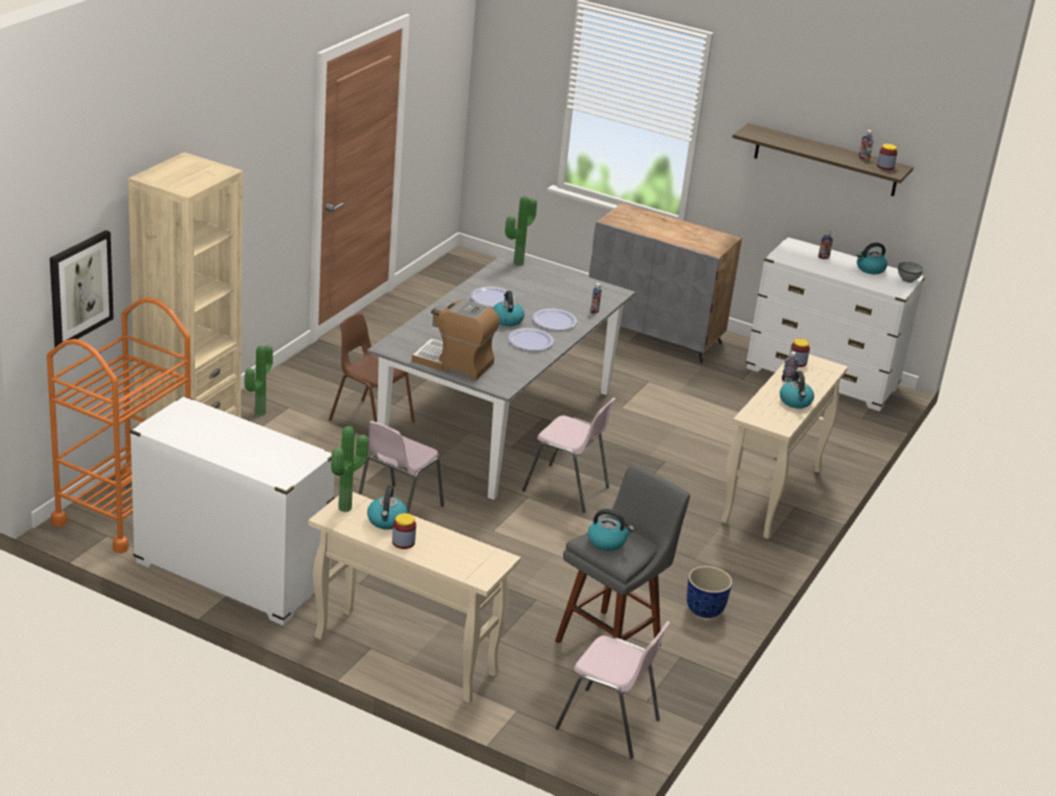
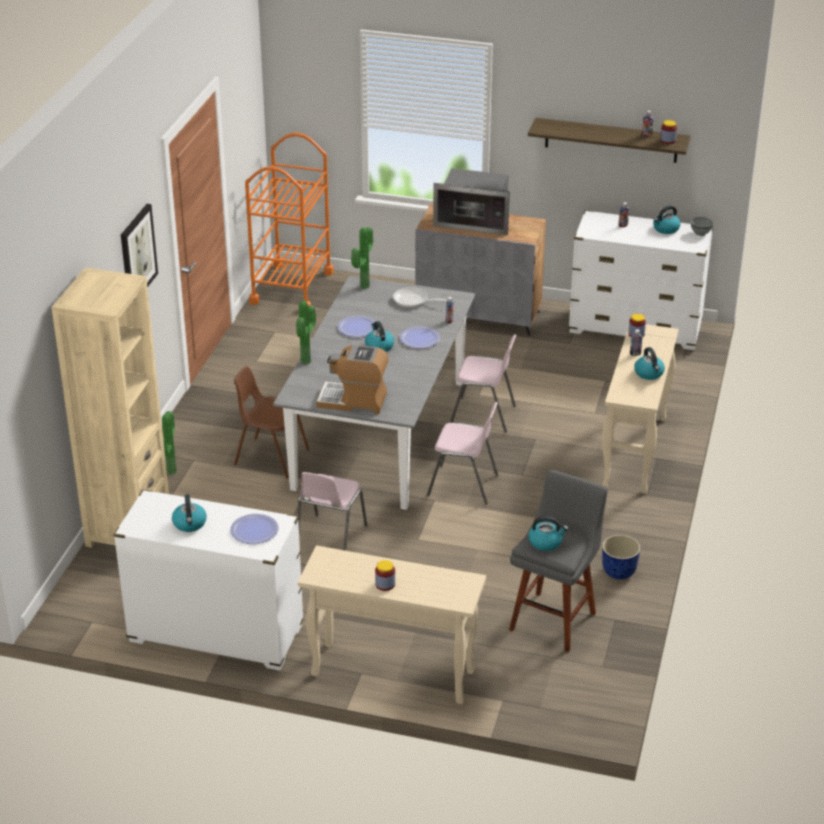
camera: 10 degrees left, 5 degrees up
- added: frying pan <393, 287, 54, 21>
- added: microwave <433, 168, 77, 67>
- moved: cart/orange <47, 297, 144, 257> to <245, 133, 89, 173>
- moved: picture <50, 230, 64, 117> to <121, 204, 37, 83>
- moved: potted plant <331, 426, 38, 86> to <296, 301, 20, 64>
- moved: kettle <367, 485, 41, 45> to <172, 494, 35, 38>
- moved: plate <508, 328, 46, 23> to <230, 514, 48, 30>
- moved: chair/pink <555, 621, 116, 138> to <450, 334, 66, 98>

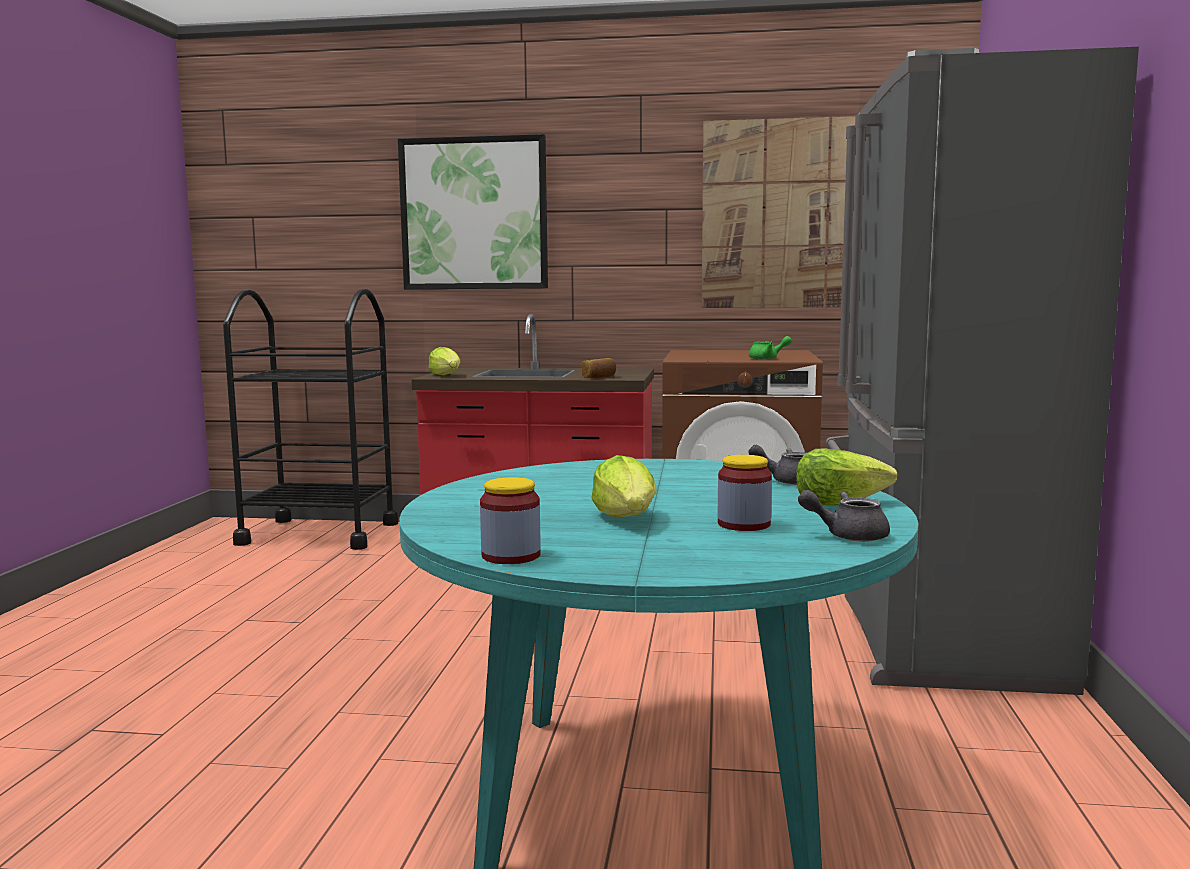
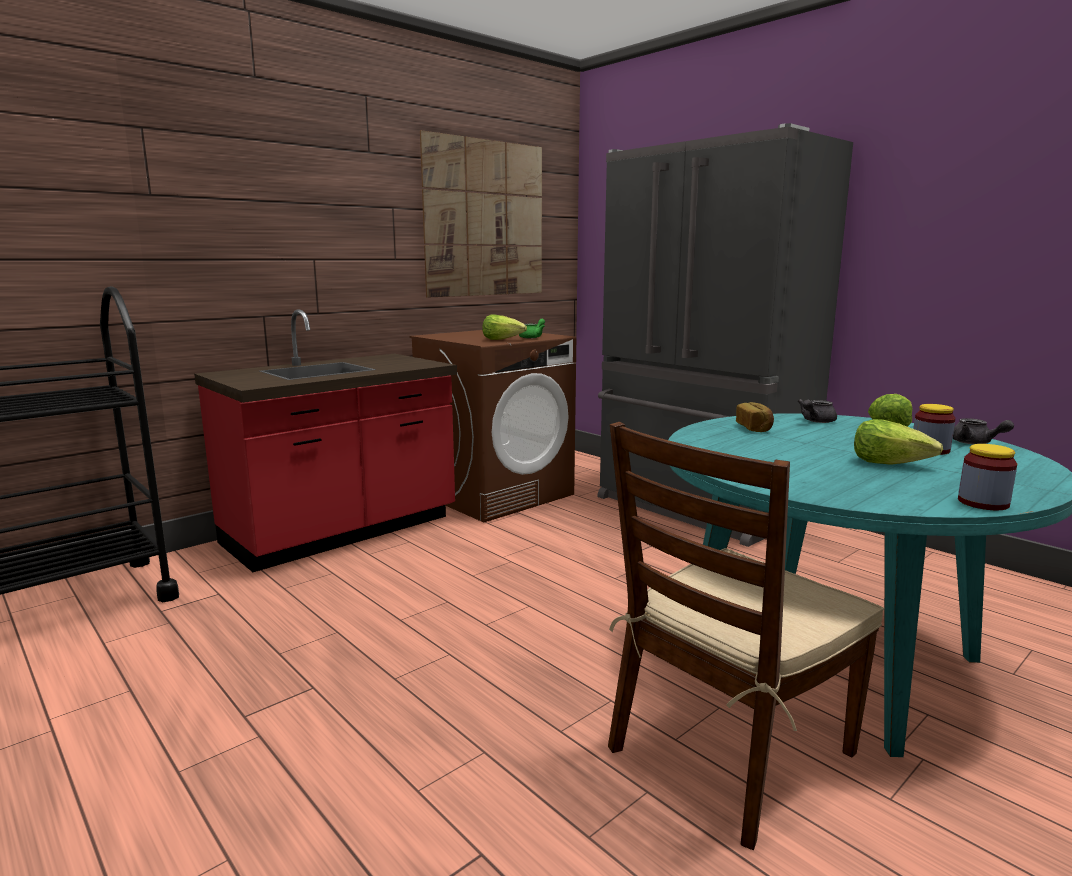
camera: 50 degrees left, 5 degrees up
- removed: picture <398, 134, 150, 155>
- added: chair/brown <608, 422, 276, 428>
- moved: lettuce <428, 347, 33, 28> to <482, 314, 45, 26>
- moved: bread <582, 358, 34, 21> to <736, 402, 38, 30>
- turned: teapot/grey <798, 490, 92, 52> = <953, 418, 61, 26> 75 degrees counterclockwise

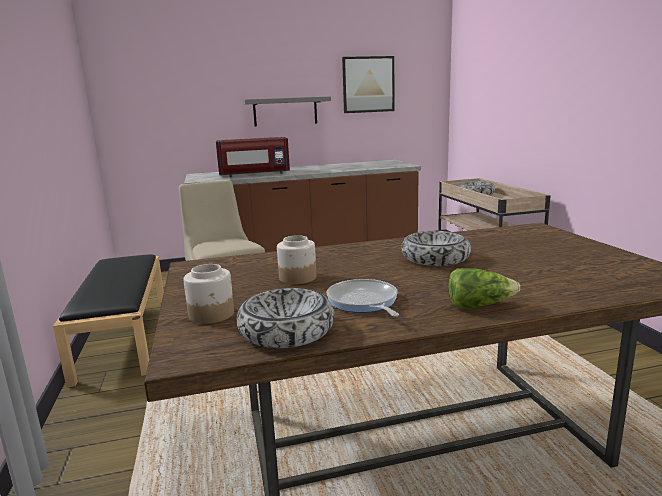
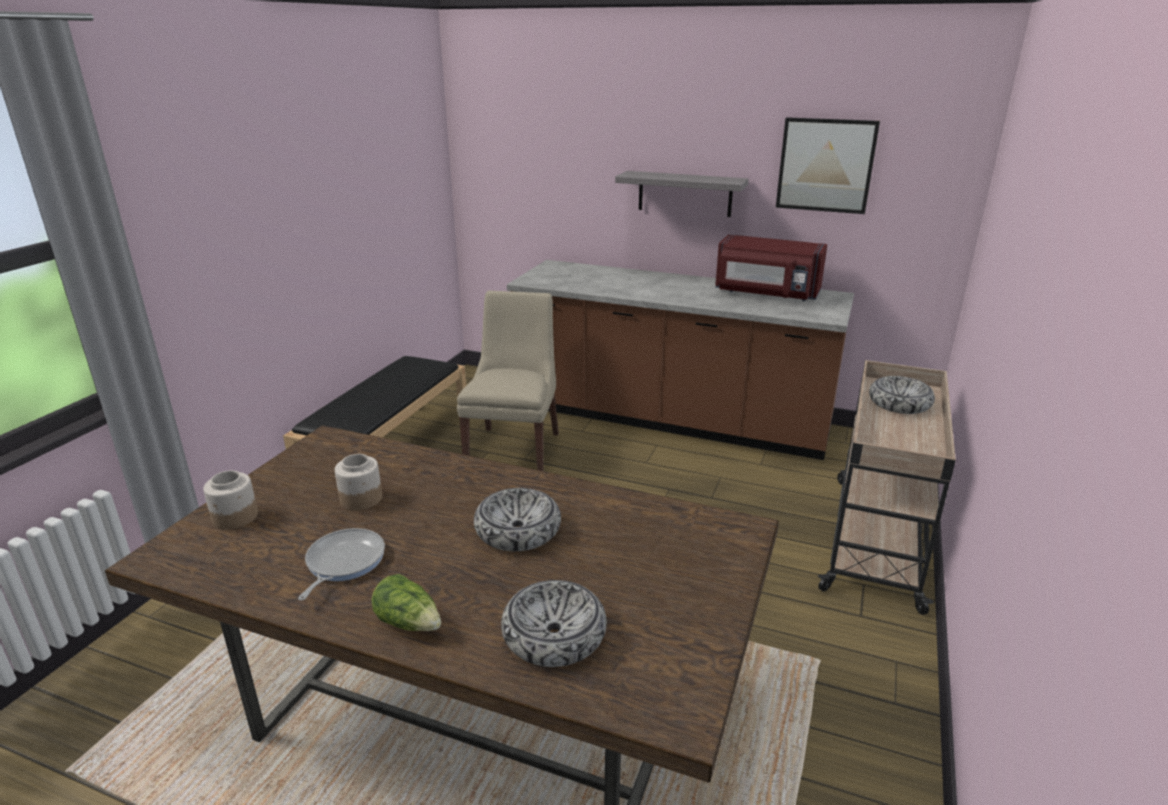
camera: 35 degrees right, 10 degrees up
- moved: microwave/red <216, 137, 74, 40> to <715, 234, 112, 67>
- moved: bowl <236, 288, 98, 60> to <501, 580, 106, 87>

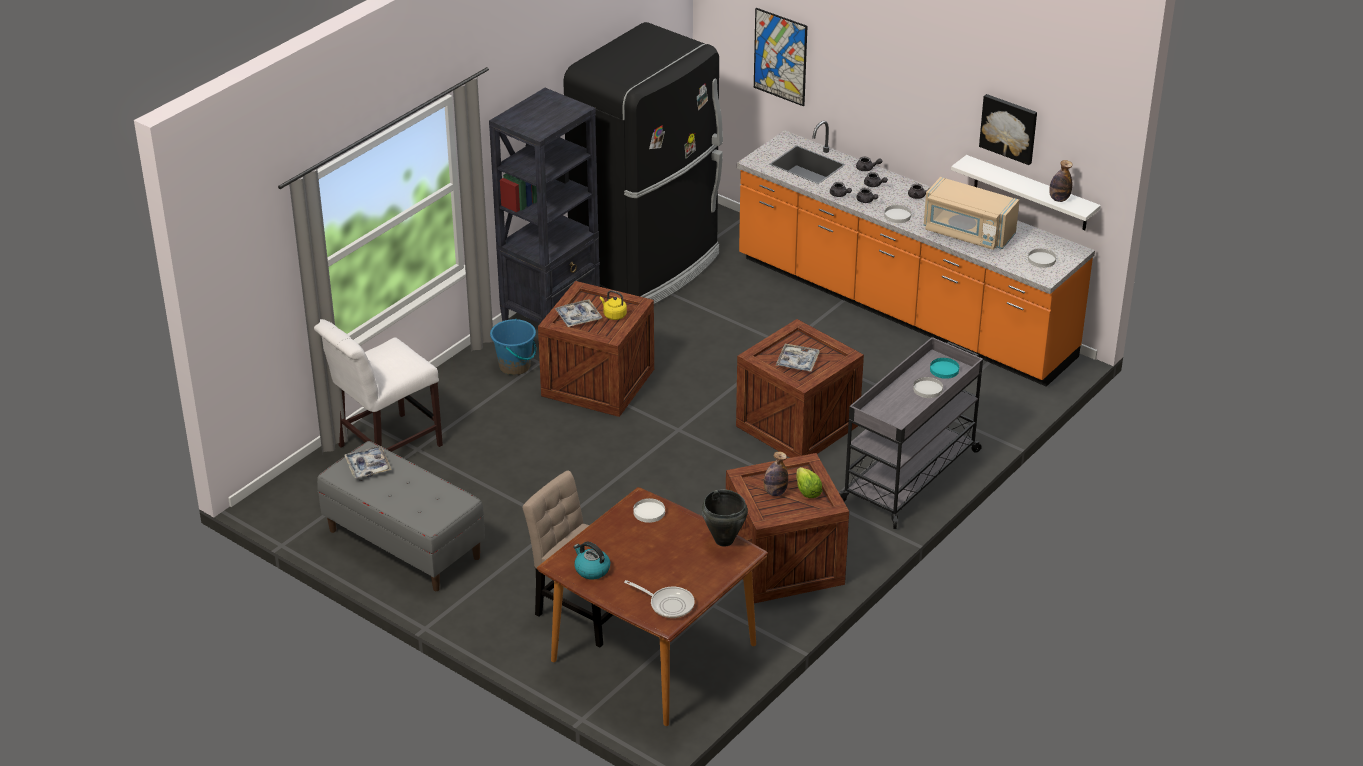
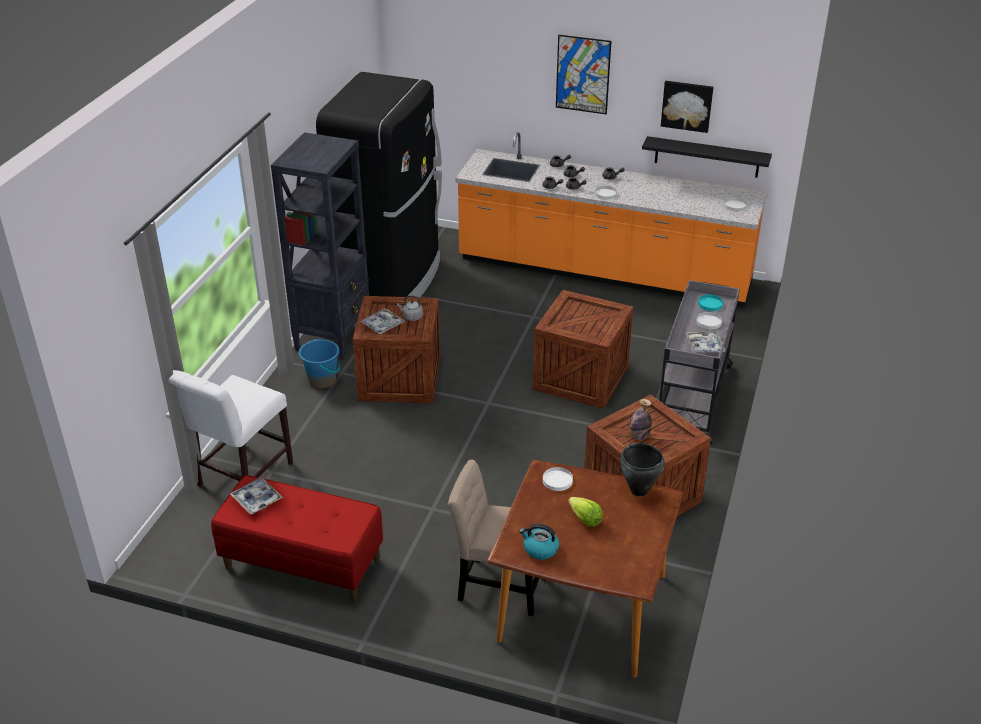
camera: 20 degrees left, 0 degrees up
- removed: frying pan <624, 580, 71, 38>
- removed: microwave/beige <924, 177, 95, 73>
- removed: bottle <1049, 160, 24, 42>
- moved: picture <754, 8, 53, 98> to <556, 35, 55, 80>
- moved: tray <775, 344, 45, 28> to <686, 331, 40, 22>
- moved: lettuce <796, 467, 26, 31> to <568, 497, 35, 30>
- recoloured: bench/grey <317, 441, 168, 150> to bench/red <211, 475, 172, 127>
- recoloured: kettle/yellow <600, 290, 27, 30> to kettle/grey <397, 295, 26, 26>
- recoloured: shelf/white <951, 155, 150, 76> to shelf/black <642, 136, 130, 42>

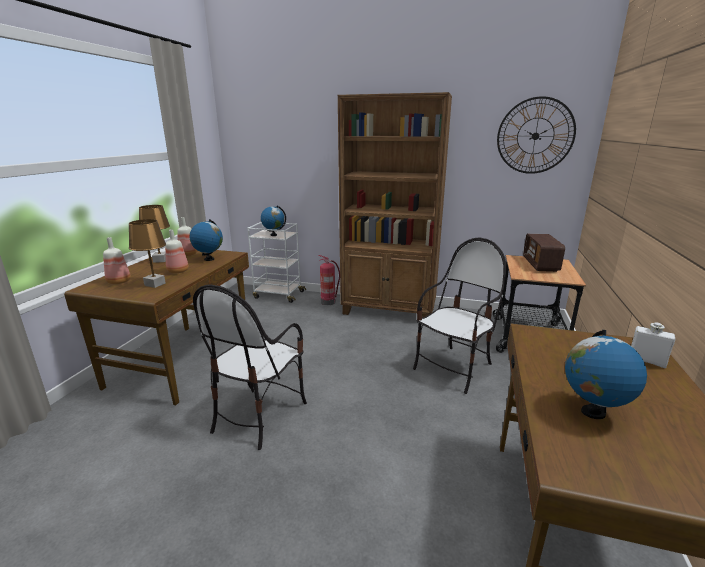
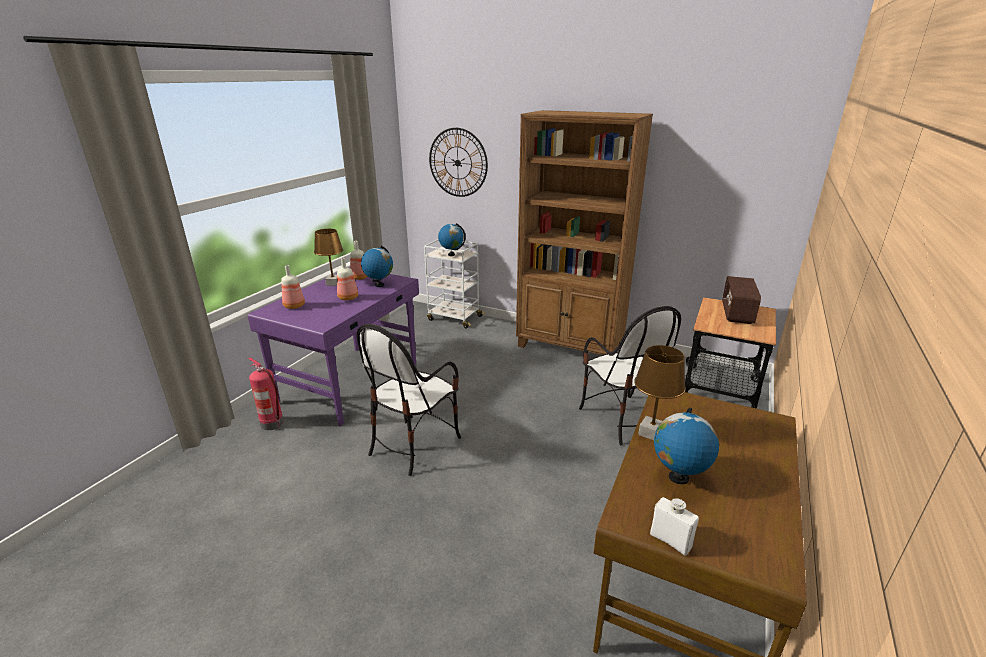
camera: 10 degrees right, 5 degrees up
- moved: table lamp/brown <129, 219, 37, 69> to <634, 345, 52, 95>
- moved: fire extinguisher <318, 255, 22, 50> to <248, 358, 36, 72>
- moved: wall clock <497, 96, 79, 78> to <429, 128, 59, 69>
- moved: bottle/white <631, 322, 44, 46> to <650, 497, 49, 59>
- recoloured: desk/brown <64, 250, 185, 155> to desk/purple <248, 267, 171, 159>
- turned: chair <413, 238, 93, 156> = <579, 306, 102, 140> 105 degrees clockwise

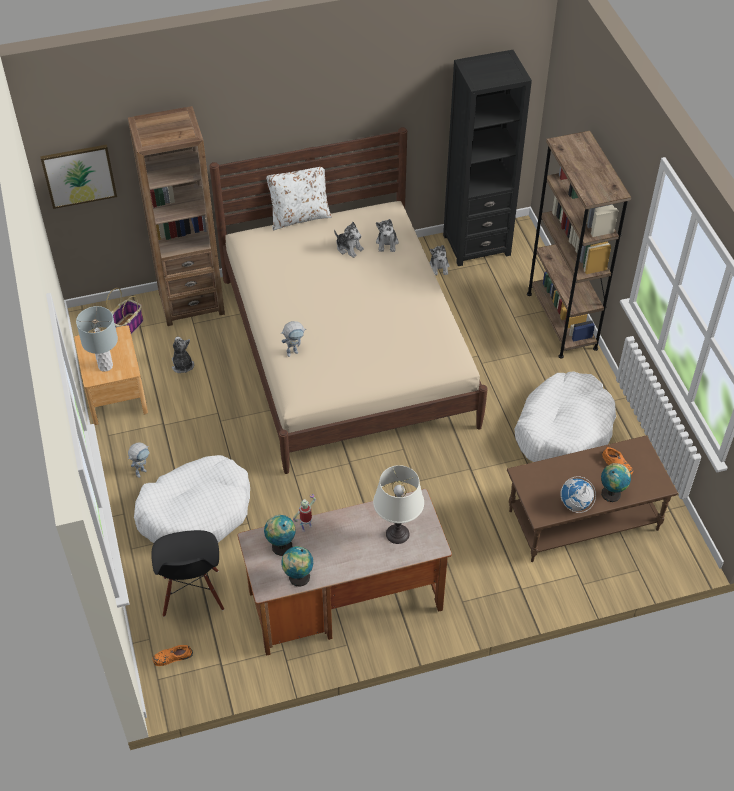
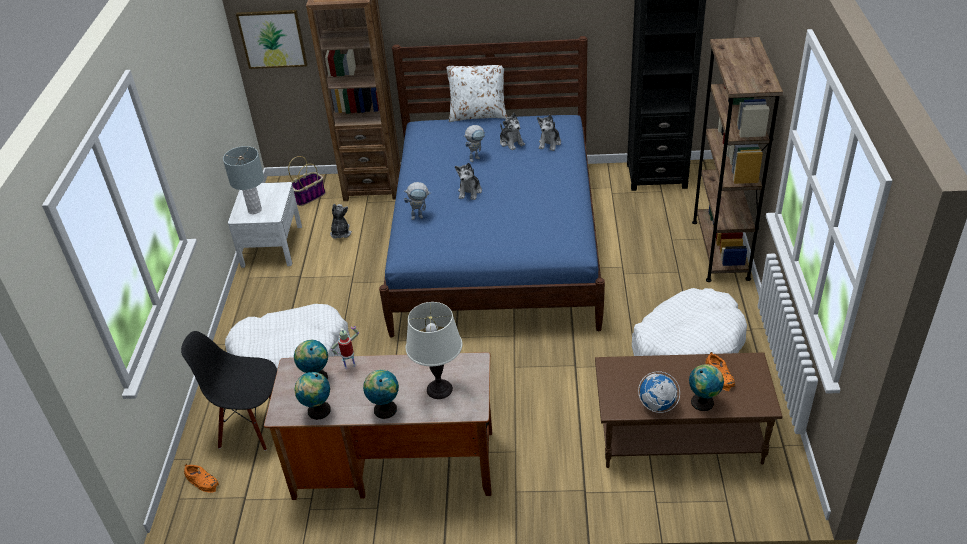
camera: 20 degrees right, 10 degrees down
- added: globe <363, 370, 36, 49>
- moved: toy robot <128, 443, 21, 35> to <464, 125, 21, 37>
- moved: plush toy <429, 245, 21, 31> to <455, 163, 27, 37>
- recoloured: nightstand/brown <74, 325, 74, 100> to nightstand/white <228, 182, 74, 86>
- recoloured: bed/beige <210, 127, 278, 347> to bed/blue <379, 36, 226, 302>
- turned: chair/black <151, 530, 73, 87> = <181, 331, 96, 120> 90 degrees clockwise
- turned: shoe/orange <152, 645, 41, 21> = <184, 464, 35, 29> 150 degrees counterclockwise

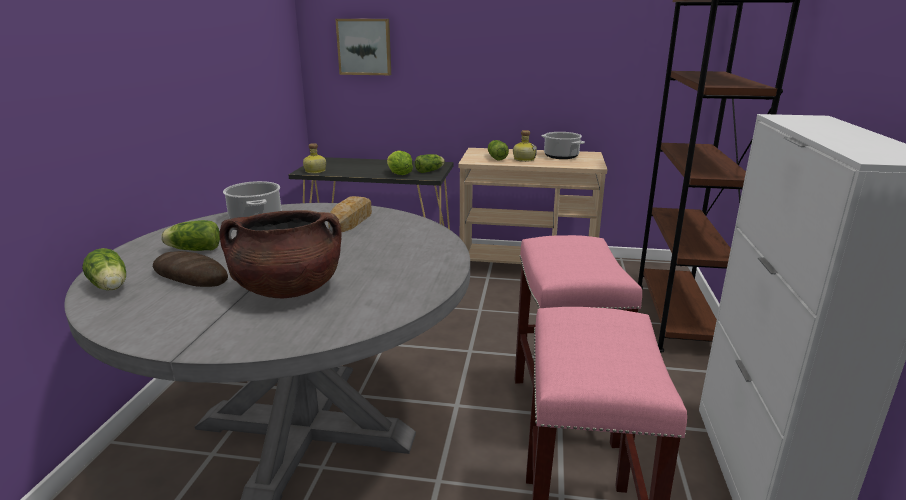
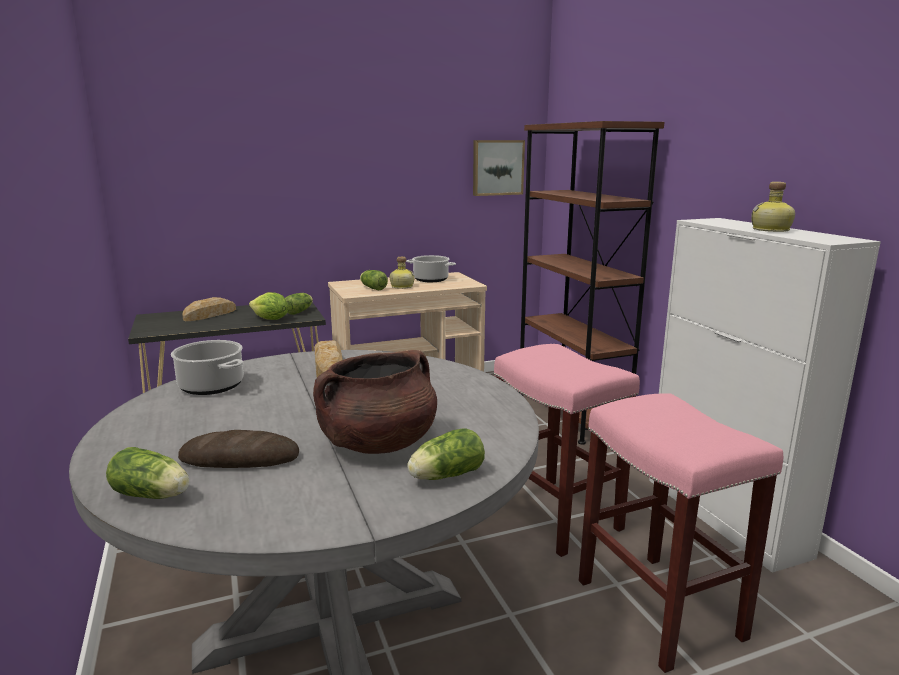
camera: 30 degrees left, 5 degrees down
- added: bread <182, 297, 54, 24>
- moved: lettuce <161, 220, 59, 31> to <407, 429, 78, 51>
- moved: bottle <303, 143, 23, 30> to <751, 182, 44, 50>
- moved: picture <335, 19, 56, 56> to <473, 140, 52, 56>

